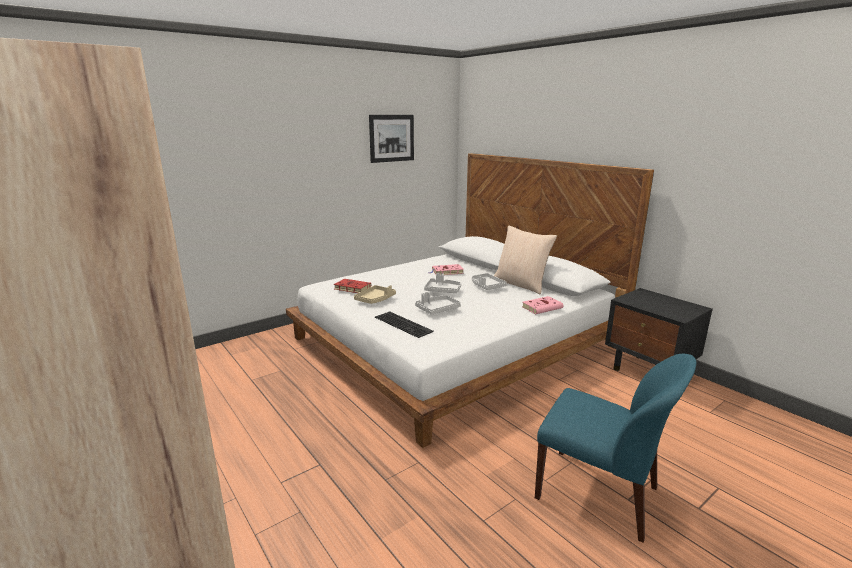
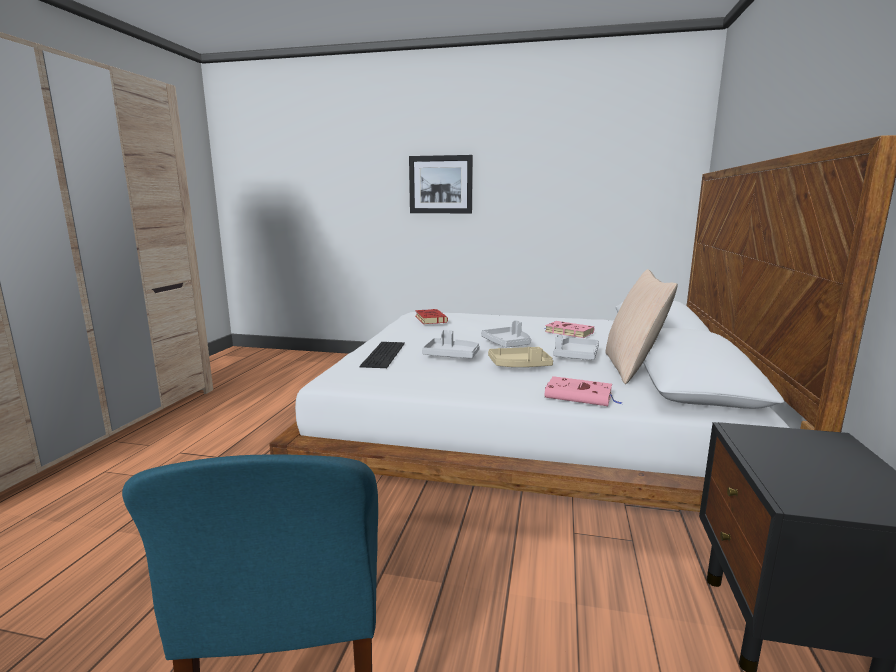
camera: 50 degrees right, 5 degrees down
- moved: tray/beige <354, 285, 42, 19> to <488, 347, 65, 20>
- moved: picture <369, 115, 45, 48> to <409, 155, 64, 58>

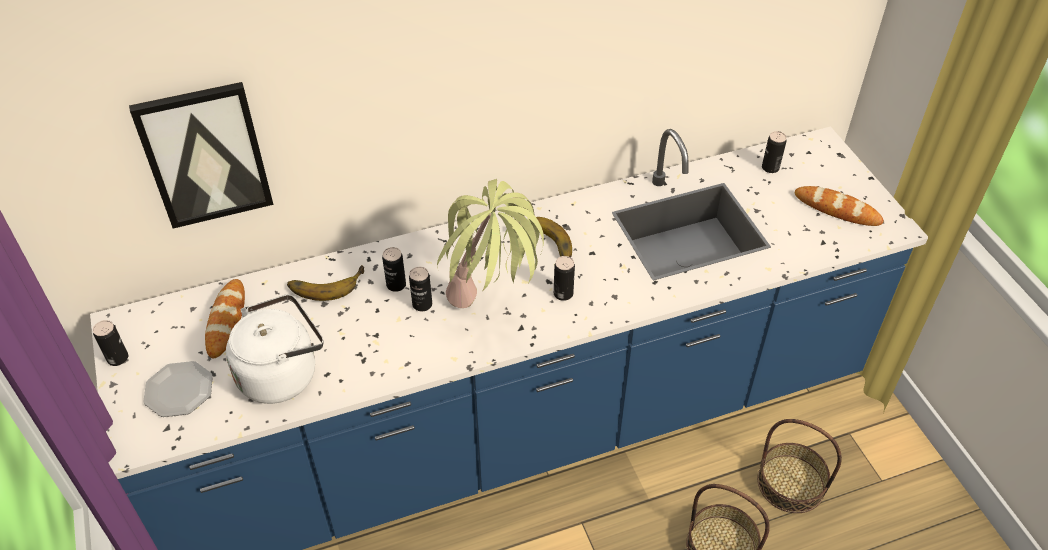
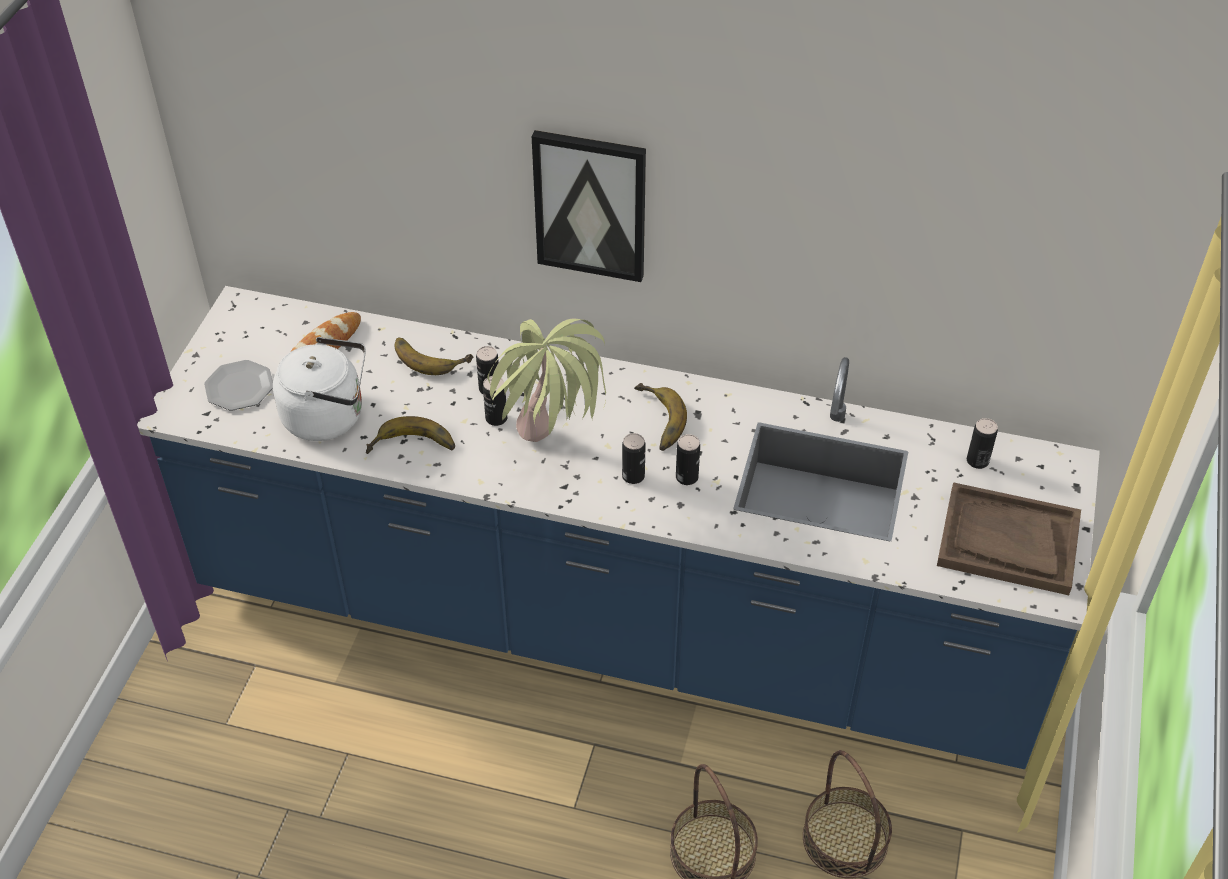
camera: 35 degrees right, 0 degrees up
- added: banana <366, 416, 89, 38>
- moved: can <93, 320, 35, 46> to <676, 434, 24, 51>
- moved: picture <129, 82, 145, 147> to <532, 130, 114, 152>
- replaced: bread <795, 186, 88, 40> to tray/brown <937, 482, 144, 113>

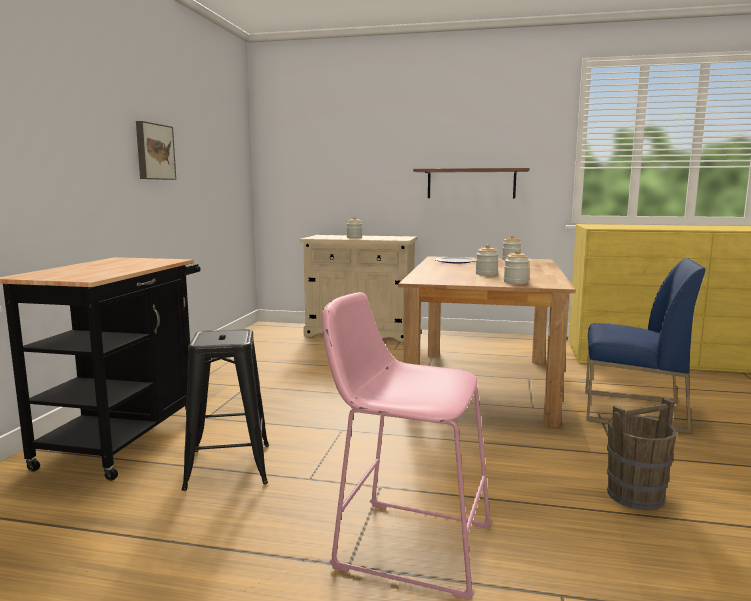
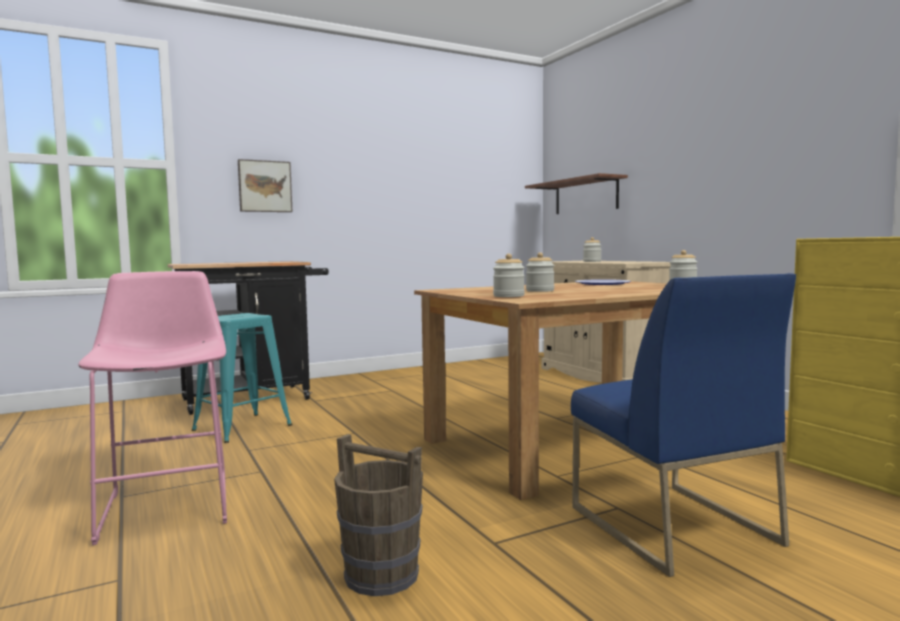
camera: 50 degrees right, 5 degrees down
- moved: picture <136, 121, 40, 59> to <238, 159, 54, 53>
- moved: shelf <413, 168, 116, 31> to <525, 173, 103, 41>
- recoloured: stool/black <182, 329, 87, 162> to stool/turquoise <192, 313, 100, 130>

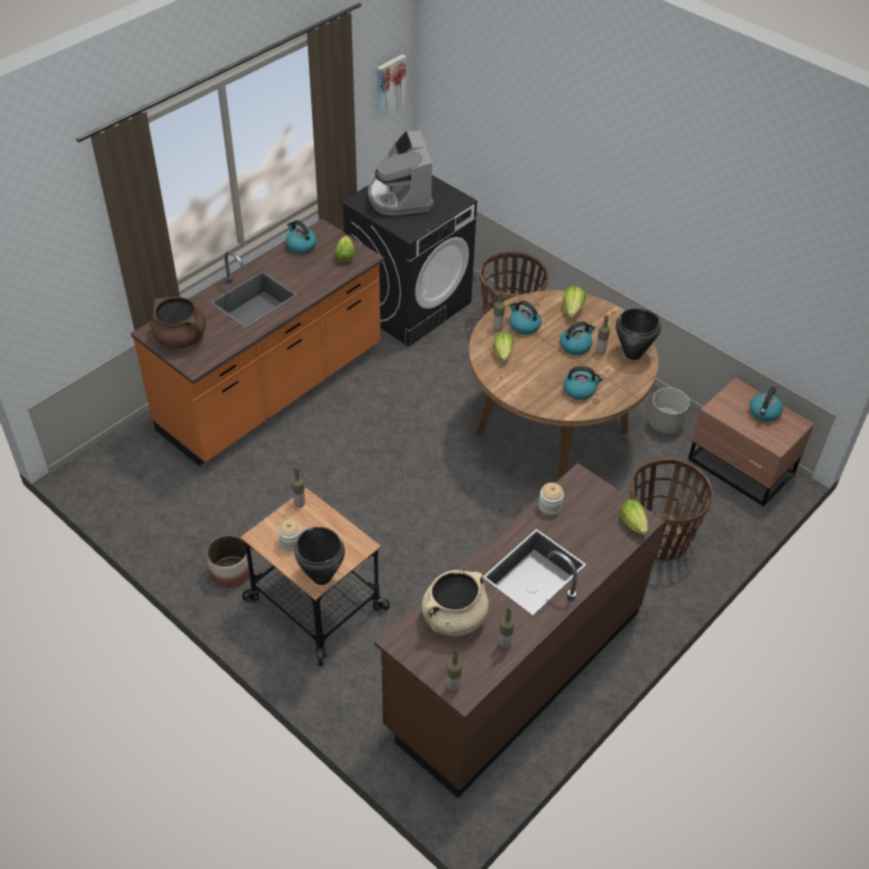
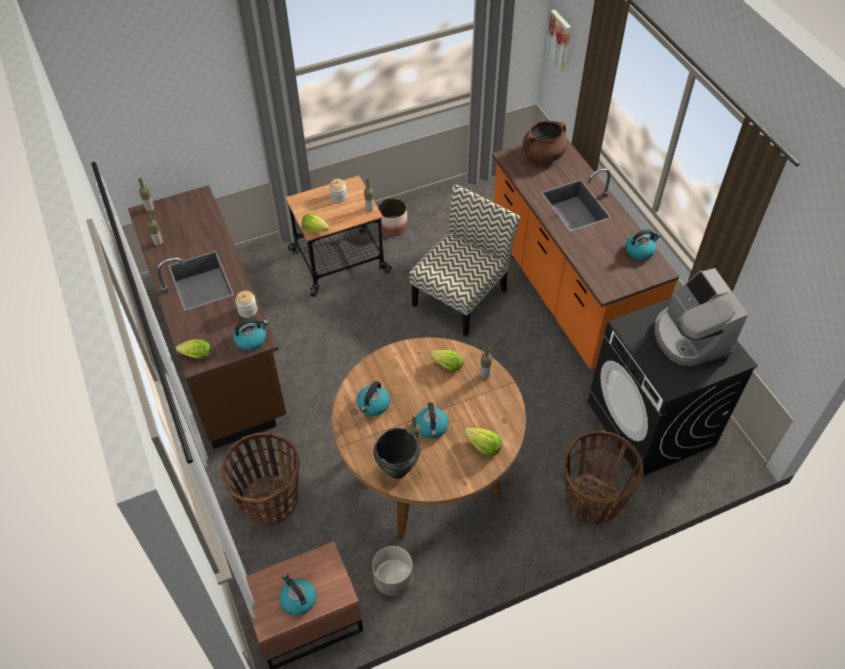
camera: 115 degrees right, 5 degrees up
- removed: cooking pot/black <294, 527, 51, 58>
- removed: cooking pot/beige <422, 570, 67, 66>
- added: chair <409, 185, 111, 151>
- moved: lettuce <335, 236, 19, 26> to <302, 214, 28, 19>
- moved: picture <377, 54, 29, 64> to <546, 10, 25, 60>
- moved: kettle <509, 301, 32, 34> to <233, 318, 35, 32>
- turned: coffee machine <368, 131, 66, 84> = <654, 268, 94, 98> 120 degrees counterclockwise

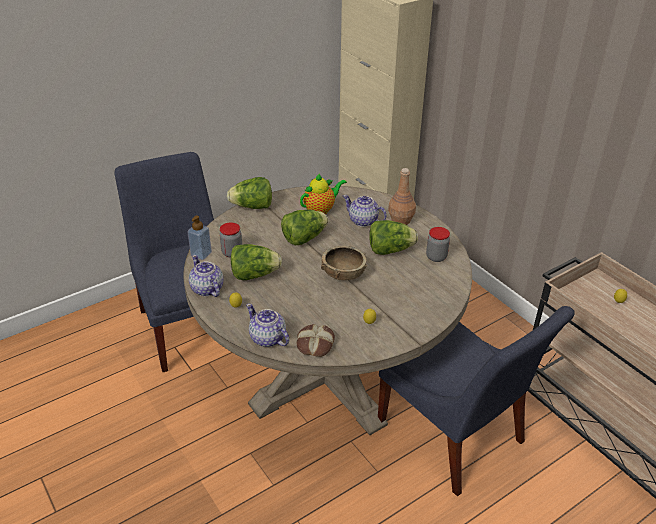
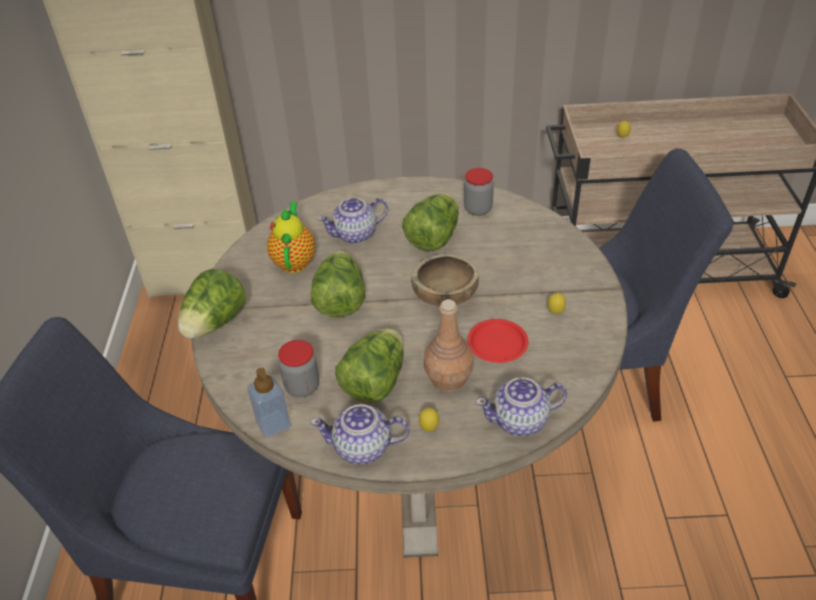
camera: 55 degrees left, 5 degrees up
- removed: bread <296, 324, 39, 33>
- added: plate/red <467, 319, 62, 44>
- moved: bottle/brown <388, 168, 28, 57> to <424, 299, 50, 93>

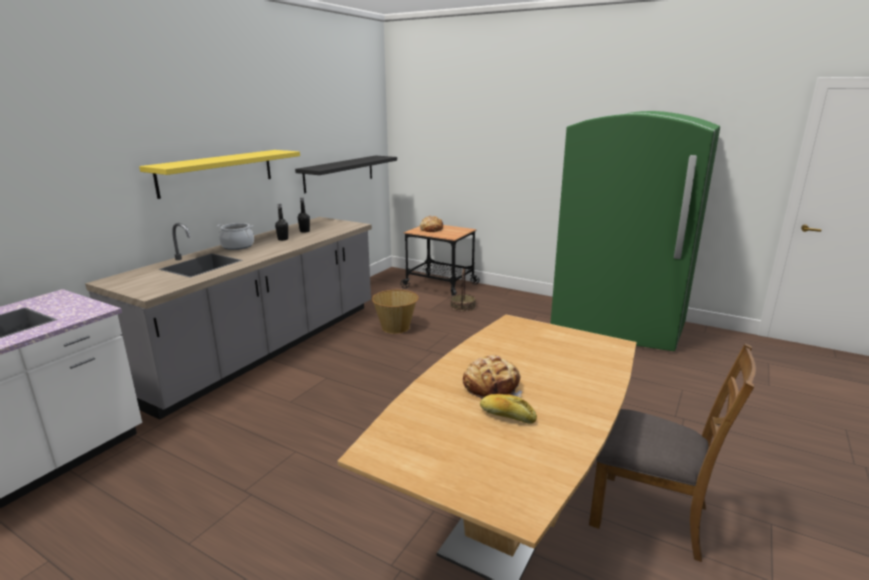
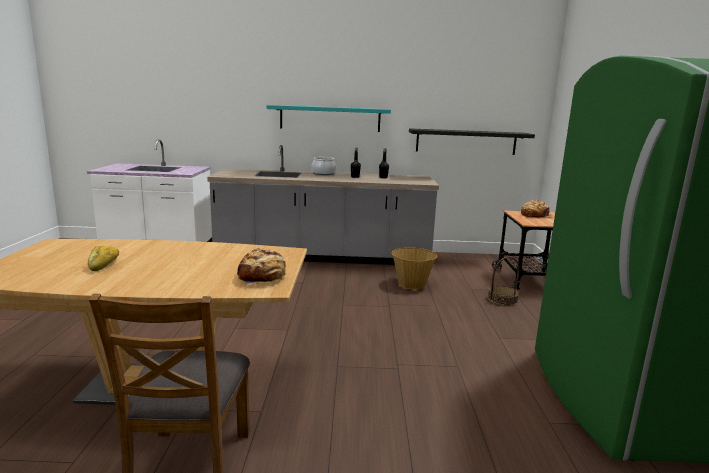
camera: 60 degrees right, 5 degrees down
- moved: bread <463, 355, 59, 44> to <237, 248, 49, 37>
- recoloured: shelf/yellow <139, 150, 161, 49> to shelf/turquoise <267, 105, 124, 27>

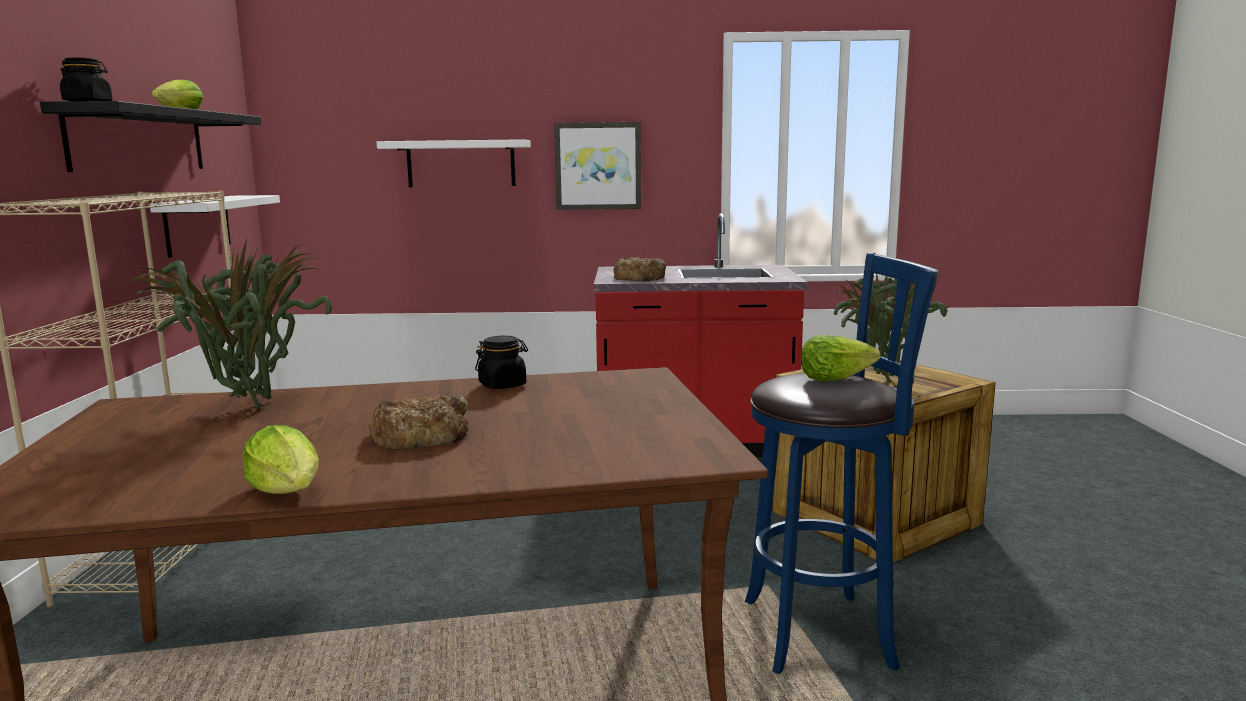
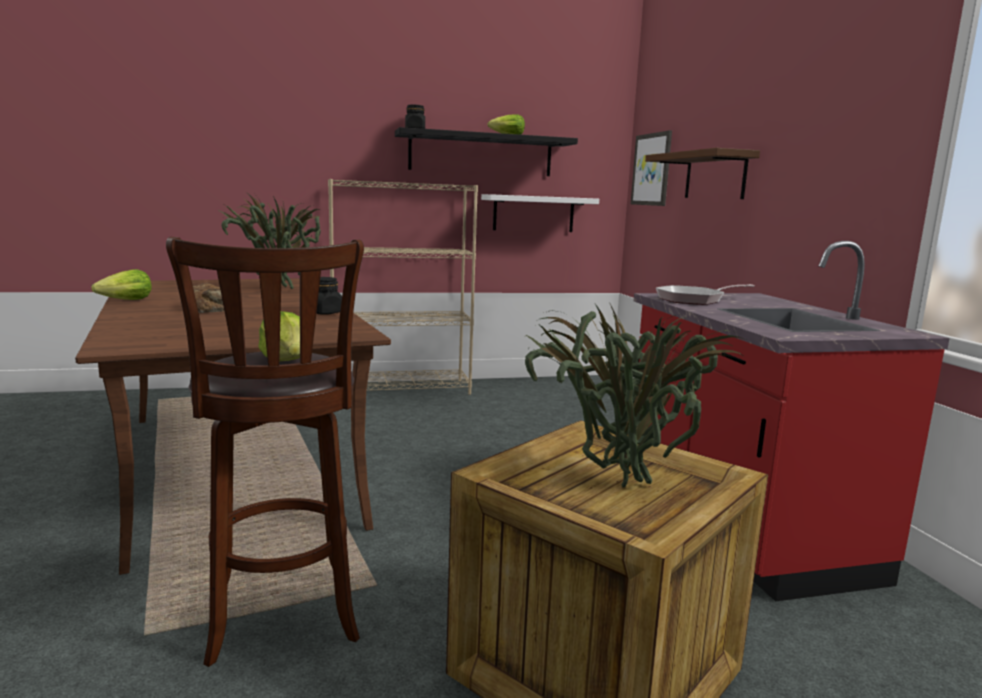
camera: 75 degrees right, 0 degrees up
- moved: picture <554, 122, 87, 88> to <631, 130, 41, 76>
- replaced: bread <613, 257, 53, 24> to frying pan <656, 284, 98, 21>
- recoloured: shelf/white <377, 139, 154, 48> to shelf/brown <645, 148, 115, 51>
- recoloured: stool/blue <745, 253, 194, 421> to stool/brown <166, 237, 198, 430>

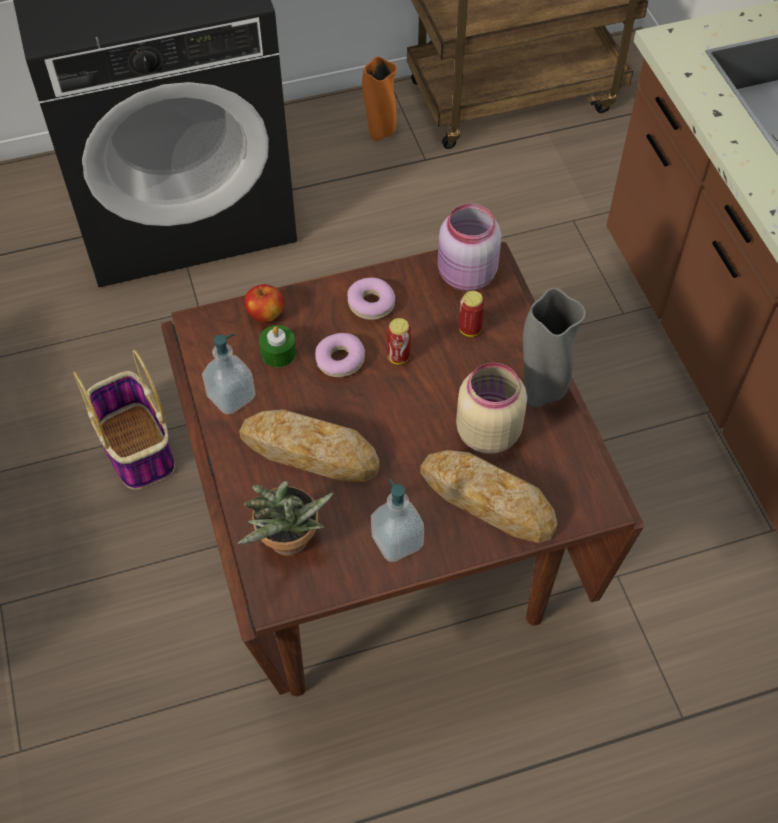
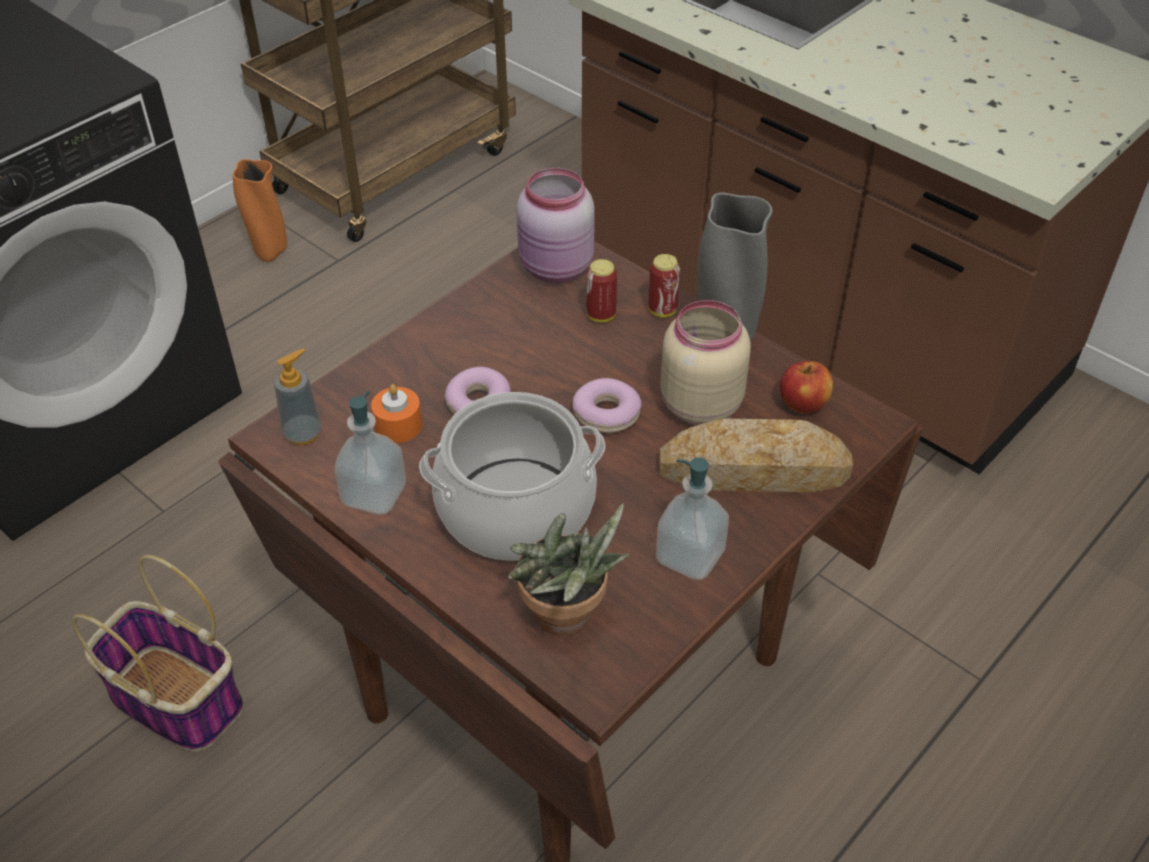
camera: 30 degrees left, 10 degrees down
- added: soap dispenser <274, 349, 48, 96>
- moved: apple <244, 284, 40, 39> to <780, 361, 53, 52>
- moved: donut <347, 278, 48, 42> to <573, 378, 69, 55>
- moved: can <387, 318, 24, 47> to <648, 254, 32, 63>
- replaced: bread <239, 409, 141, 73> to cooking pot <419, 392, 186, 169>
- recoloured: candle/green <259, 325, 37, 42> to candle/orange <371, 384, 51, 59>

